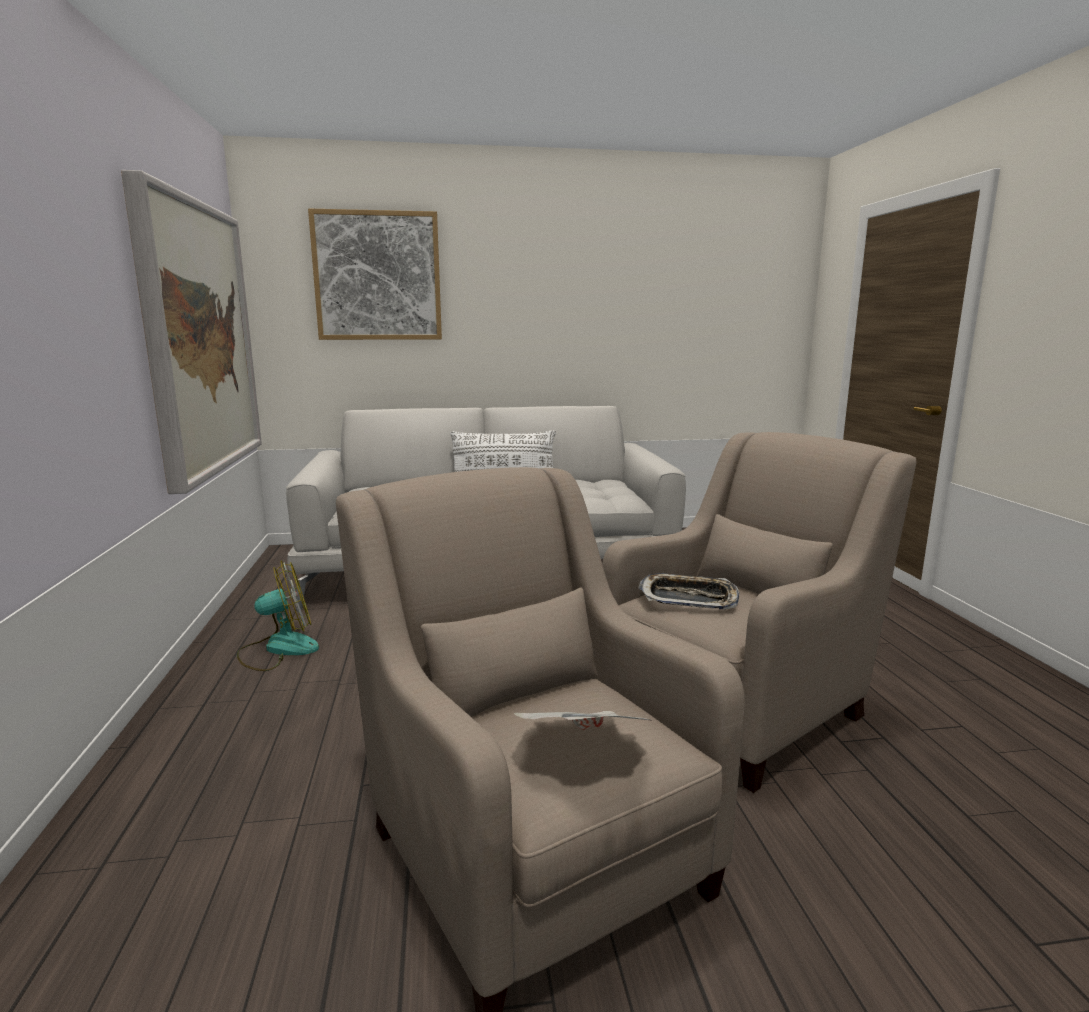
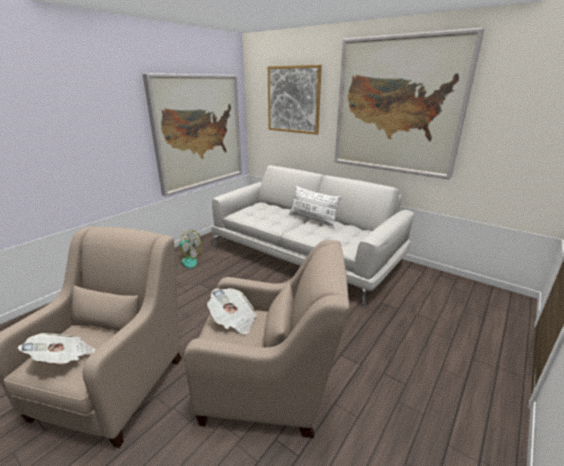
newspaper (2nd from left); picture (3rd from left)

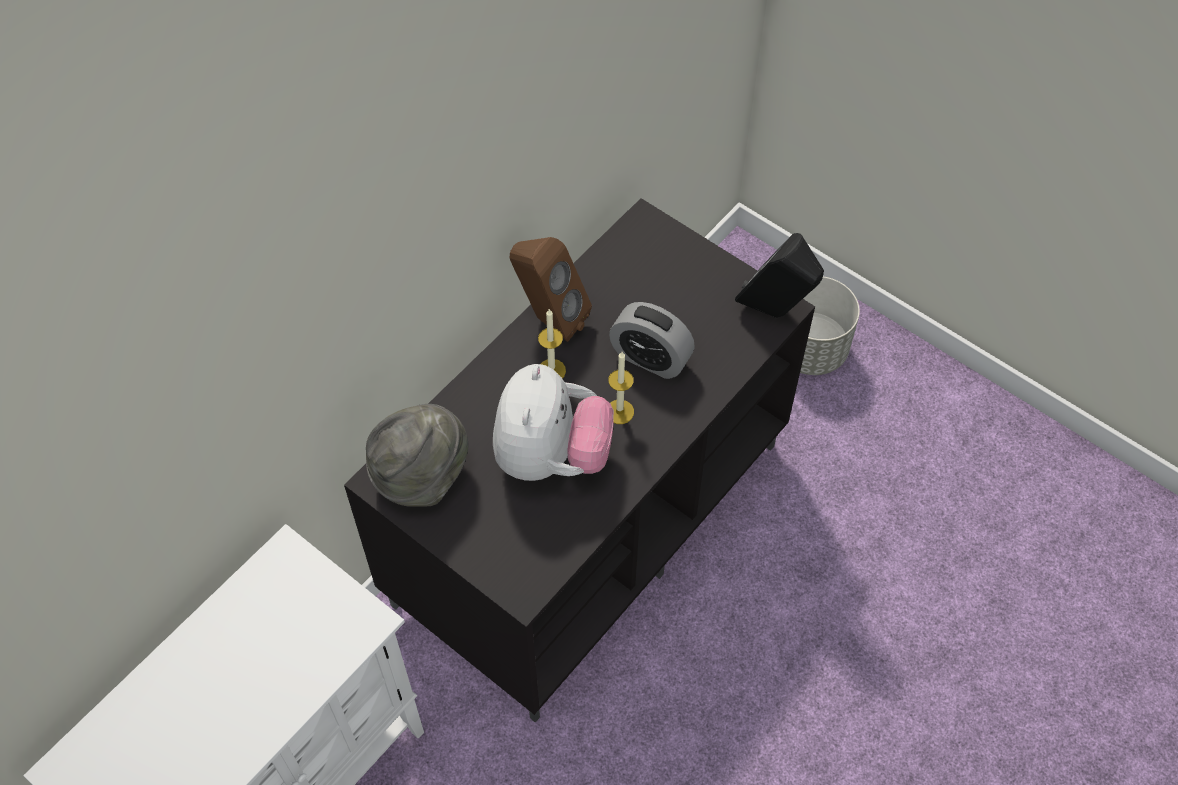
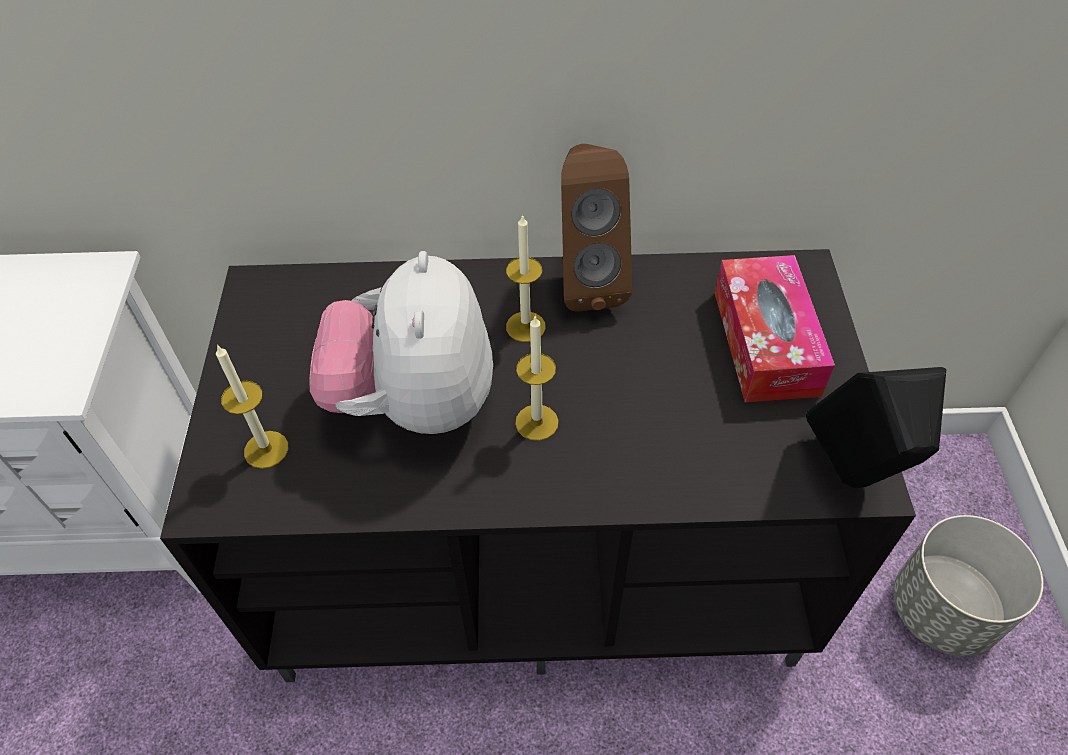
hat in grey; plush toy; alarm clock; candle (1st from left); tissue box

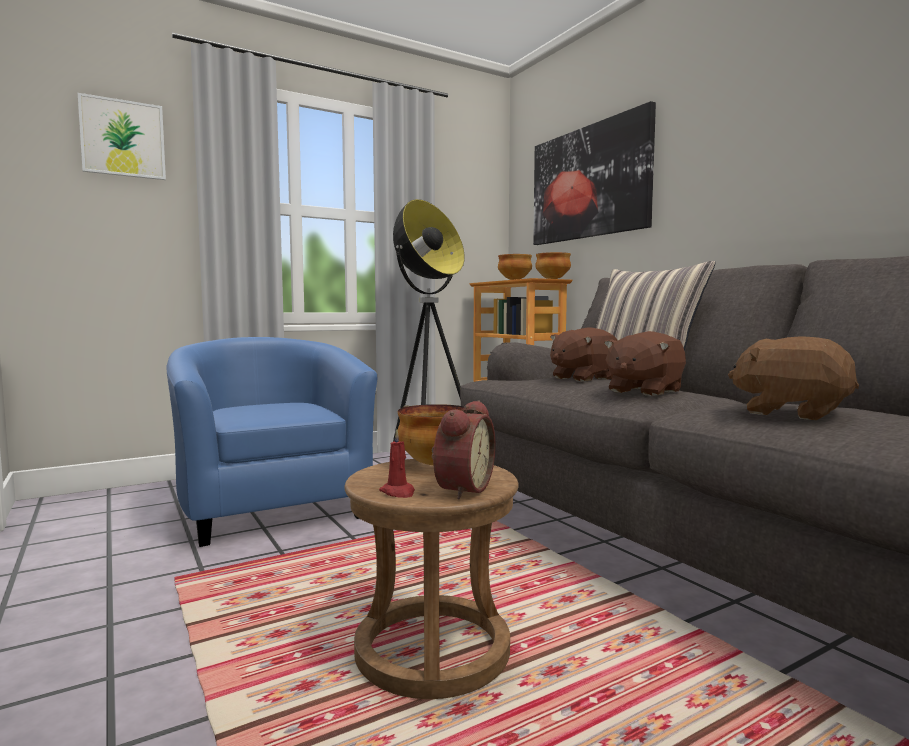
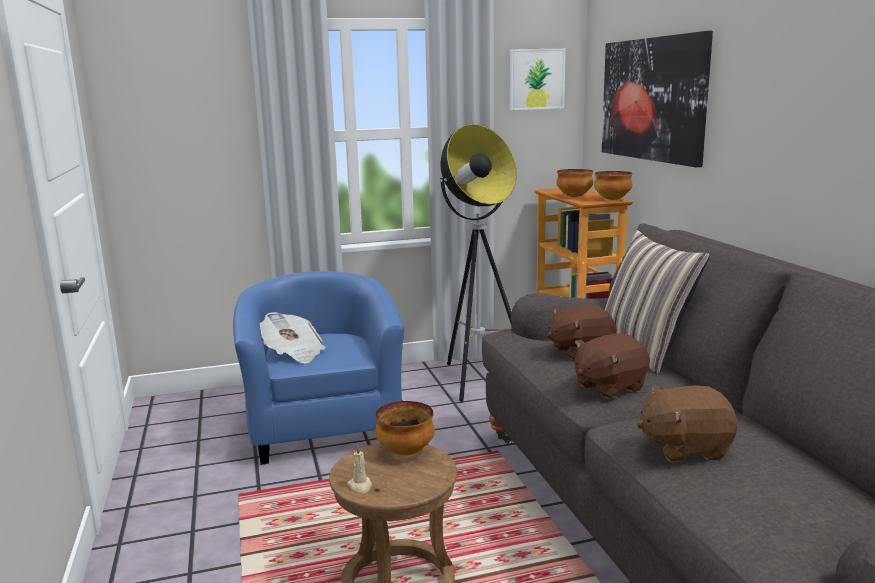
picture (1st from left); candle in beige; alarm clock; plush toy in brown (3rd from left); newspaper

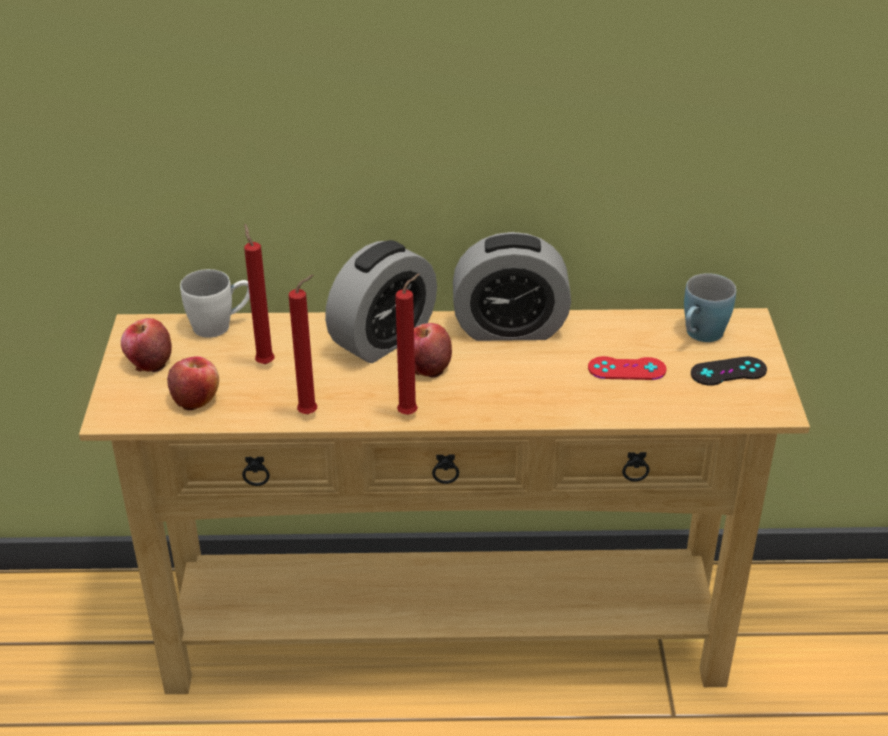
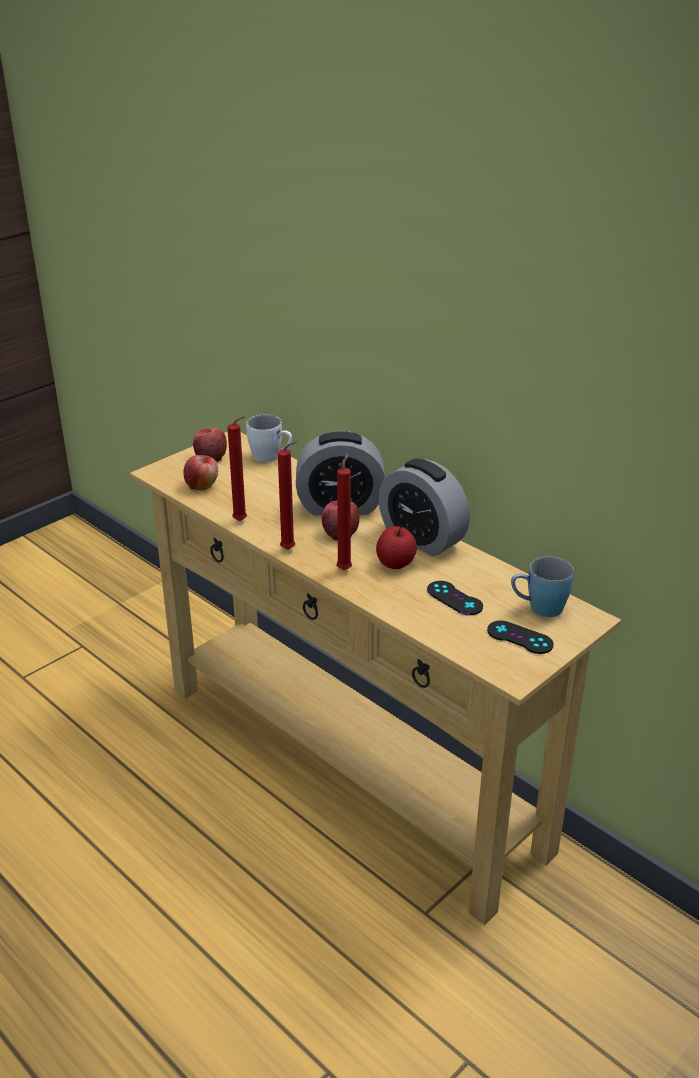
candle in red (3rd from left); game controller in black (1st from left); apple (4th from left)

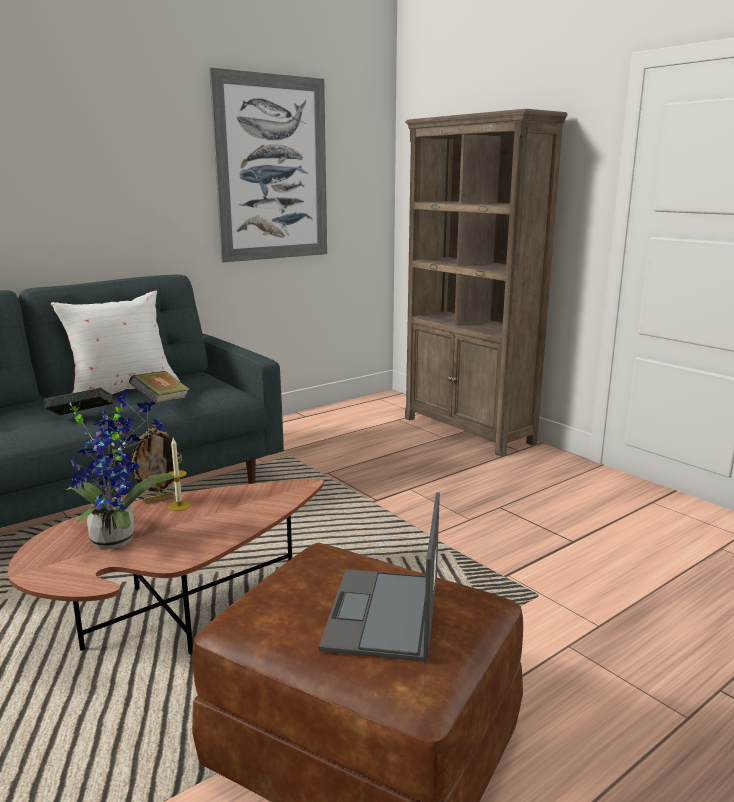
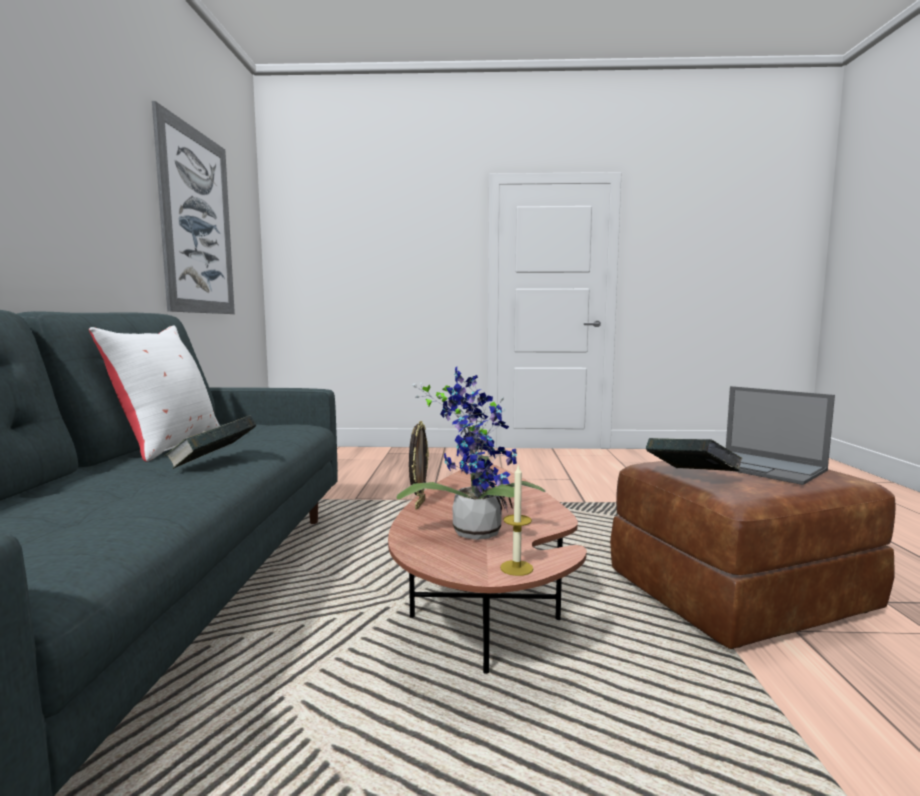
book (2nd from left); candle; bookcase in brown

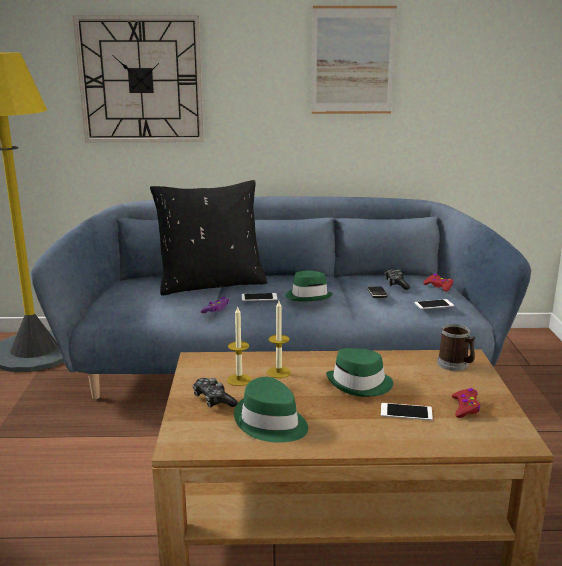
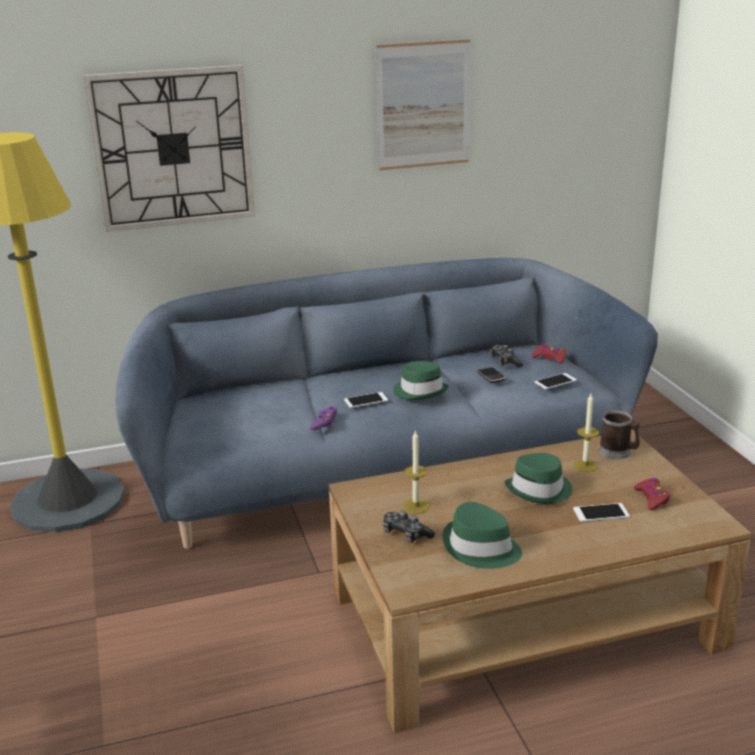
pillow in black; candle (2nd from left)

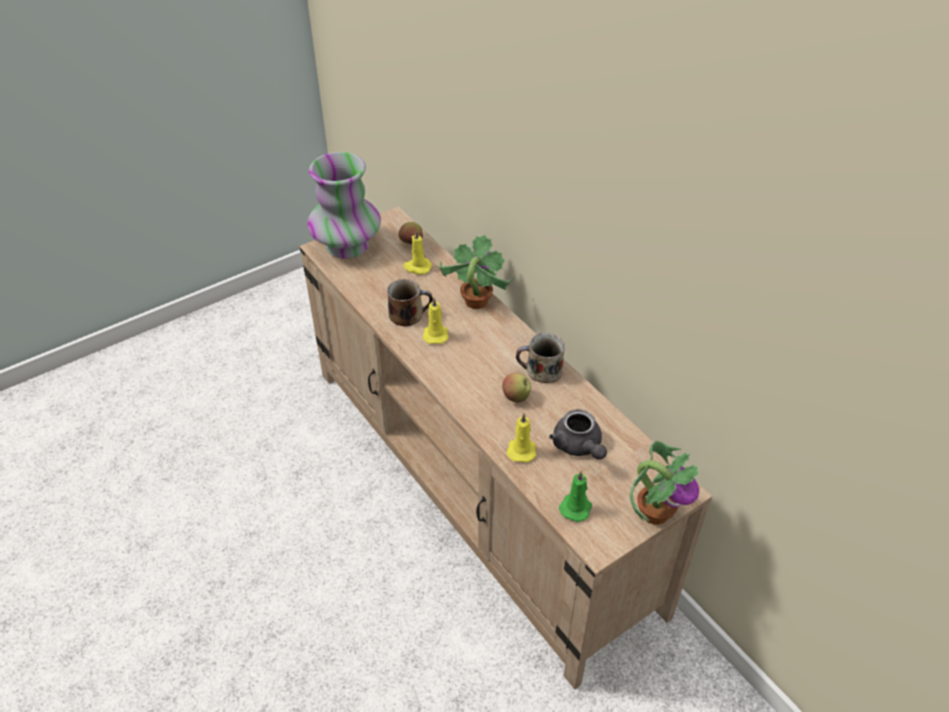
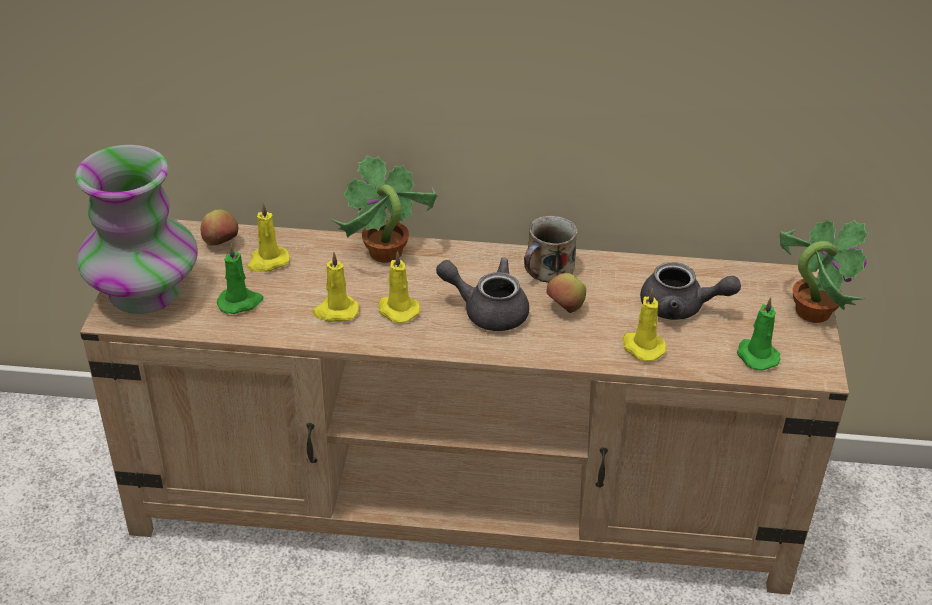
candle in yellow (2nd from left); candle in green (1st from left); teapot in grey (1st from left)

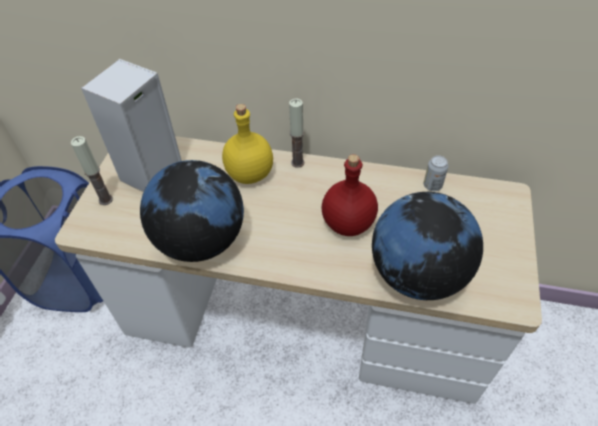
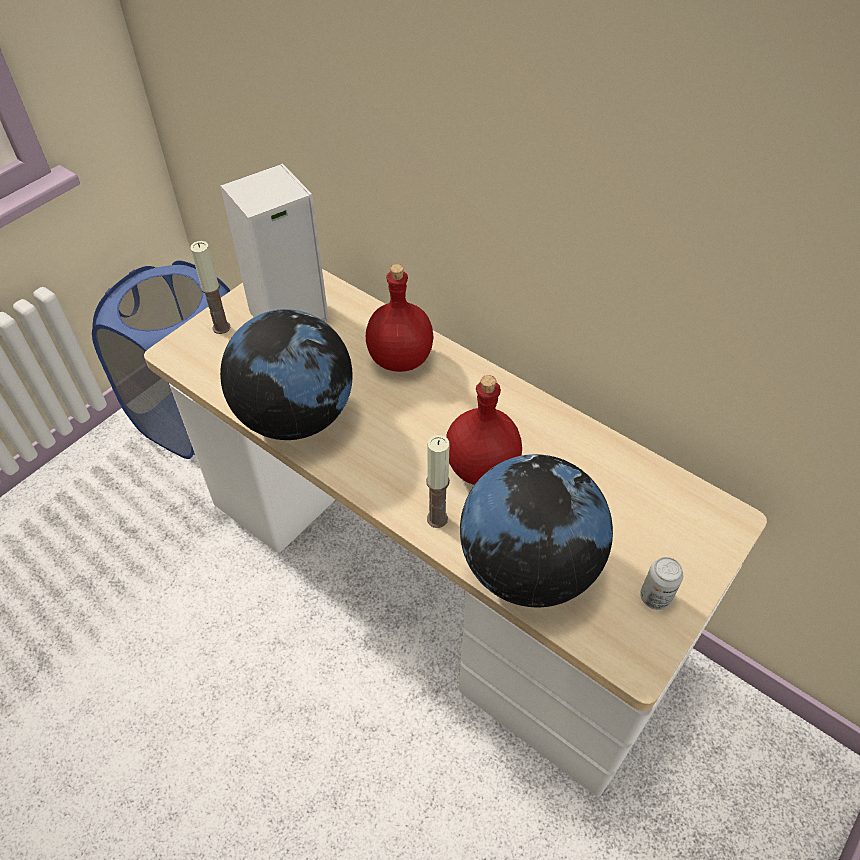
bottle in red (1st from left); candle (2nd from left); can

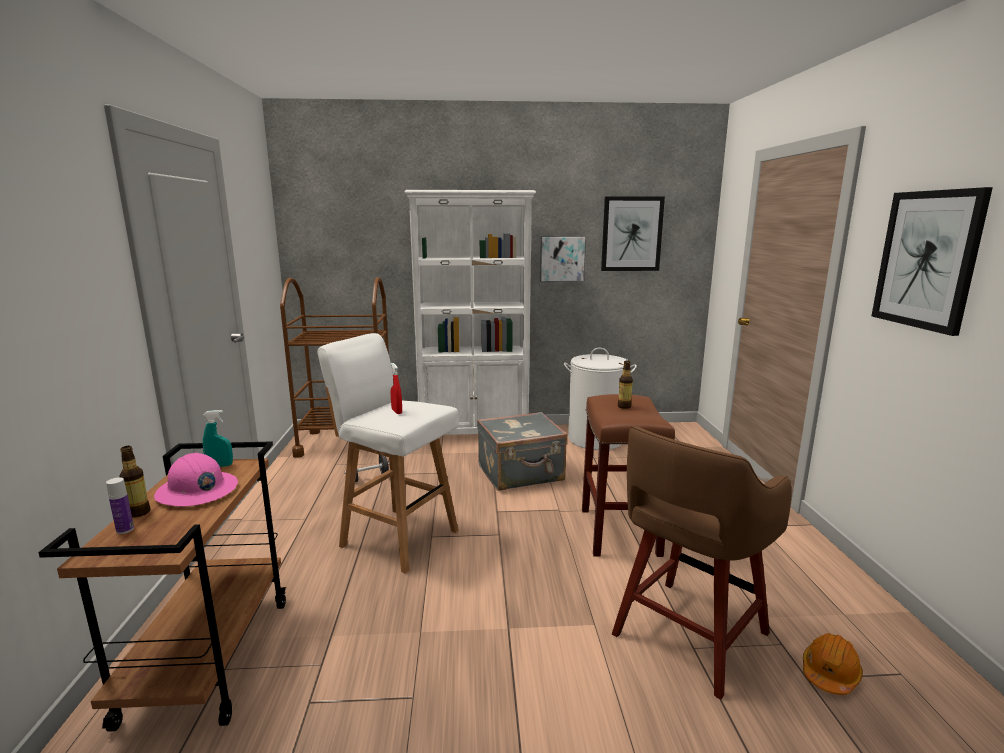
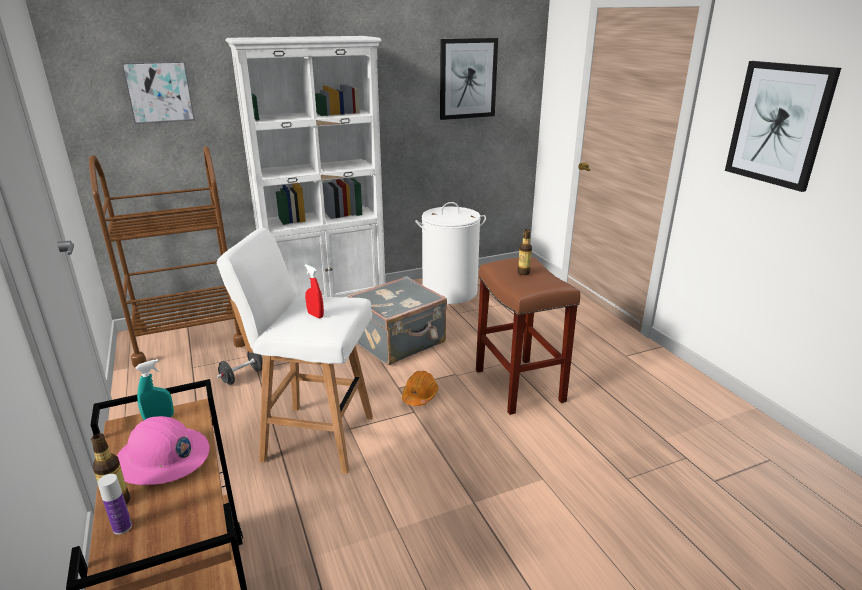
picture (1st from left); stool in brown (2nd from left in the first image); hard hat in orange

